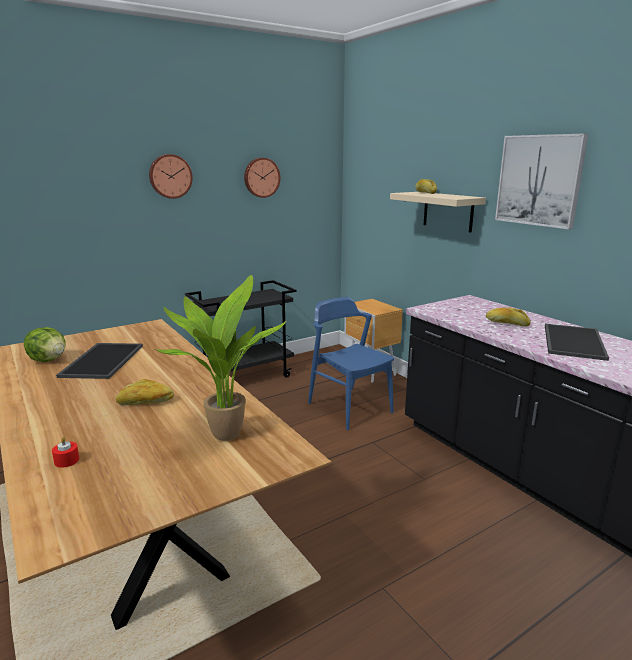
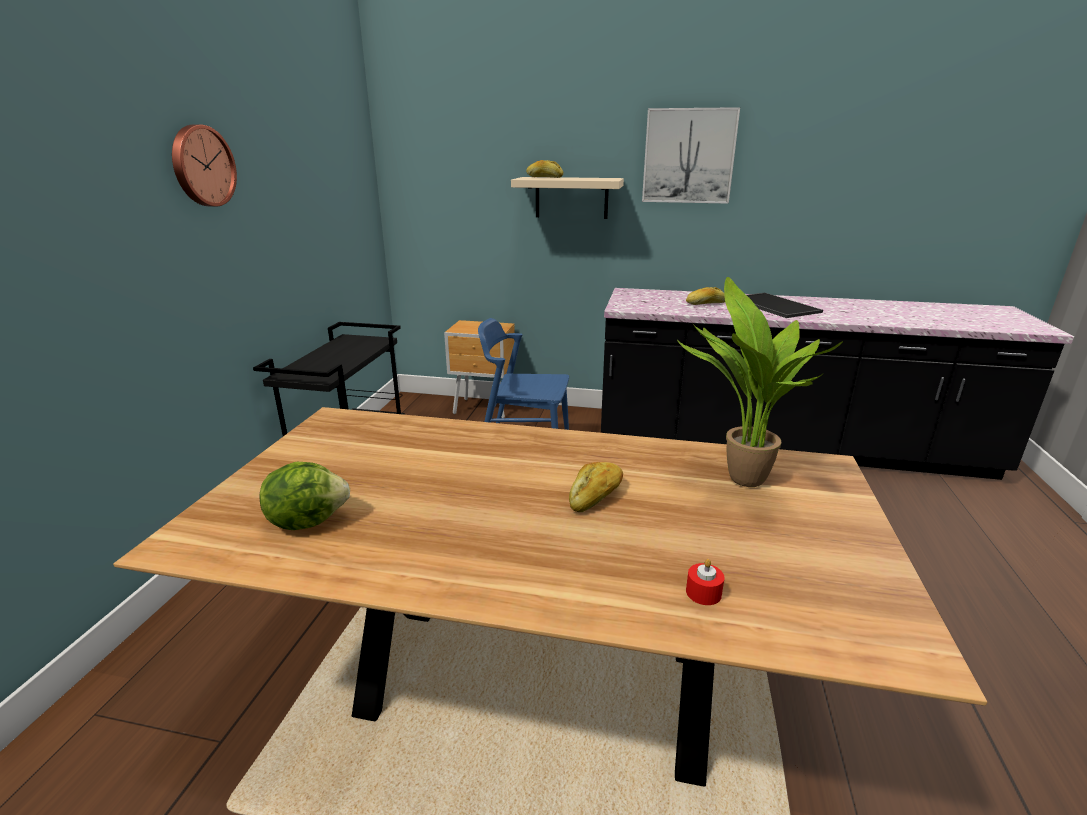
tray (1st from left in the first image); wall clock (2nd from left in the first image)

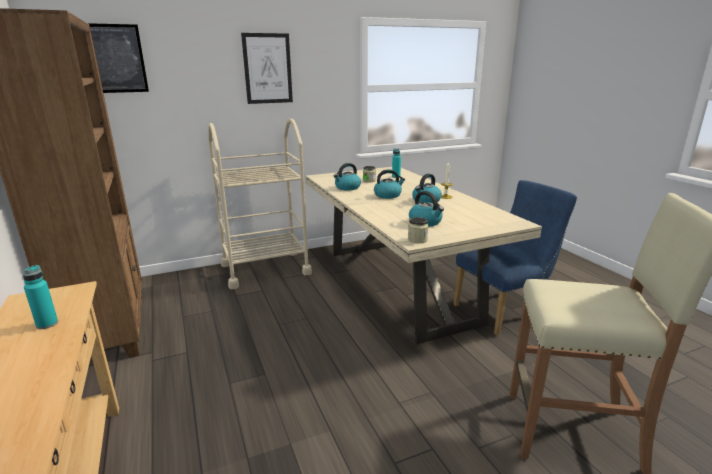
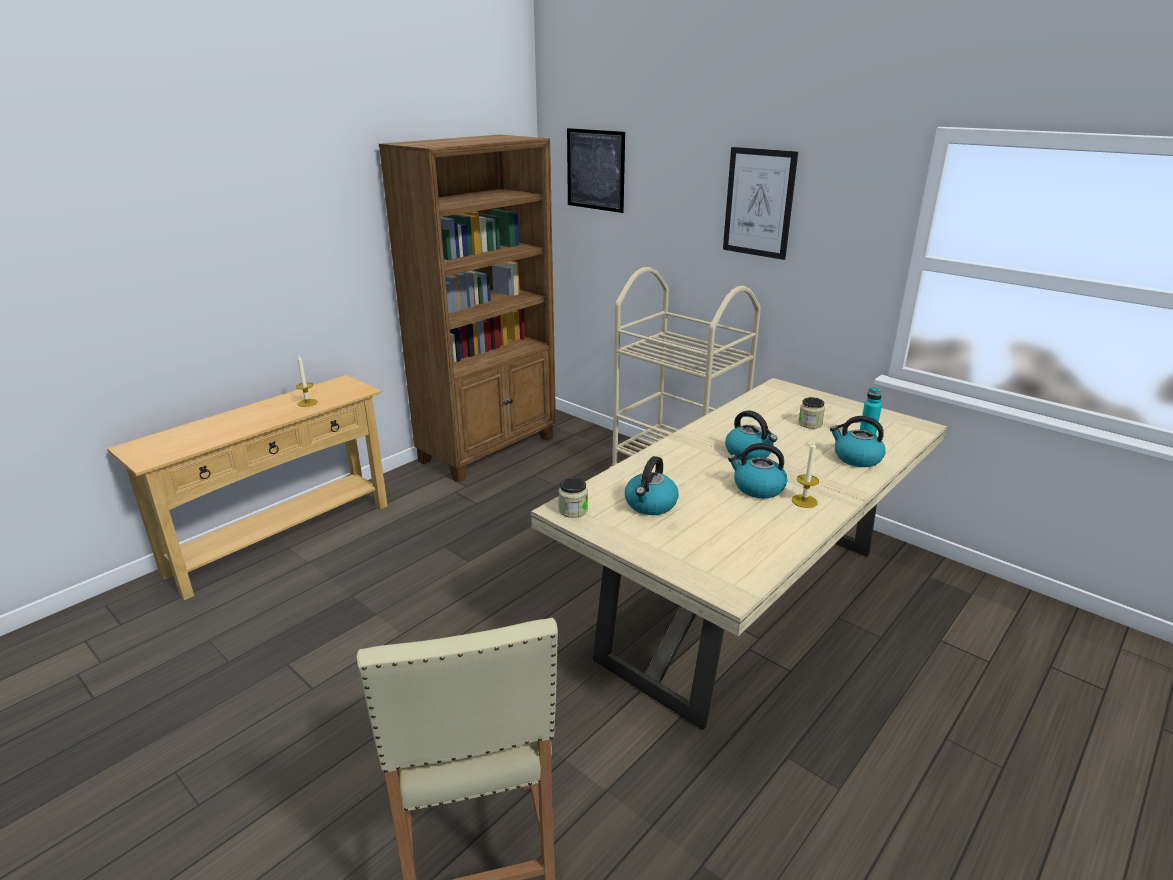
candle (1st from left); kettle (4th from left); chair in blue

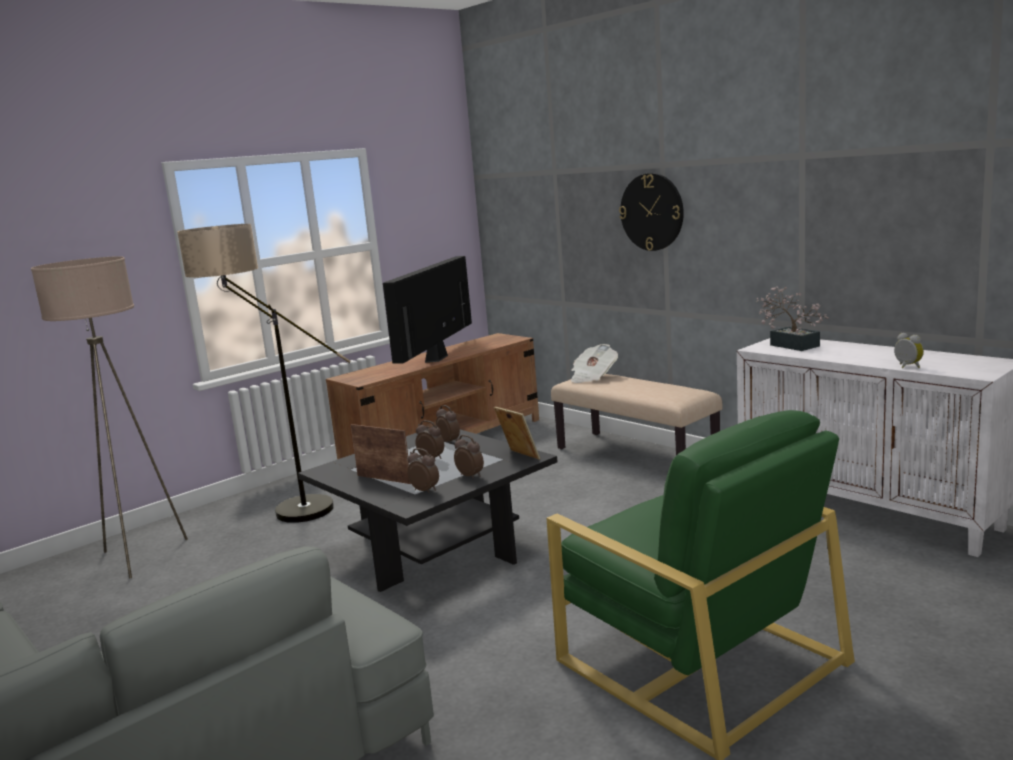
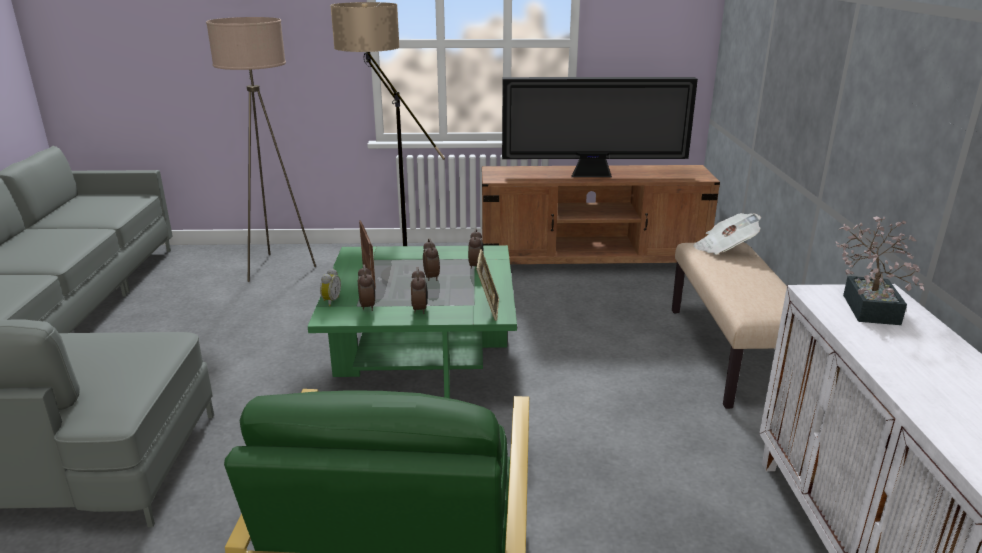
coffee table in green; television; wall clock; alarm clock (1st from left)

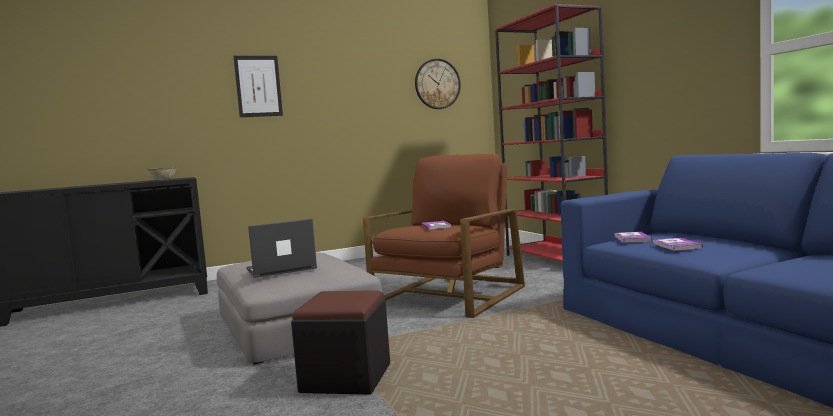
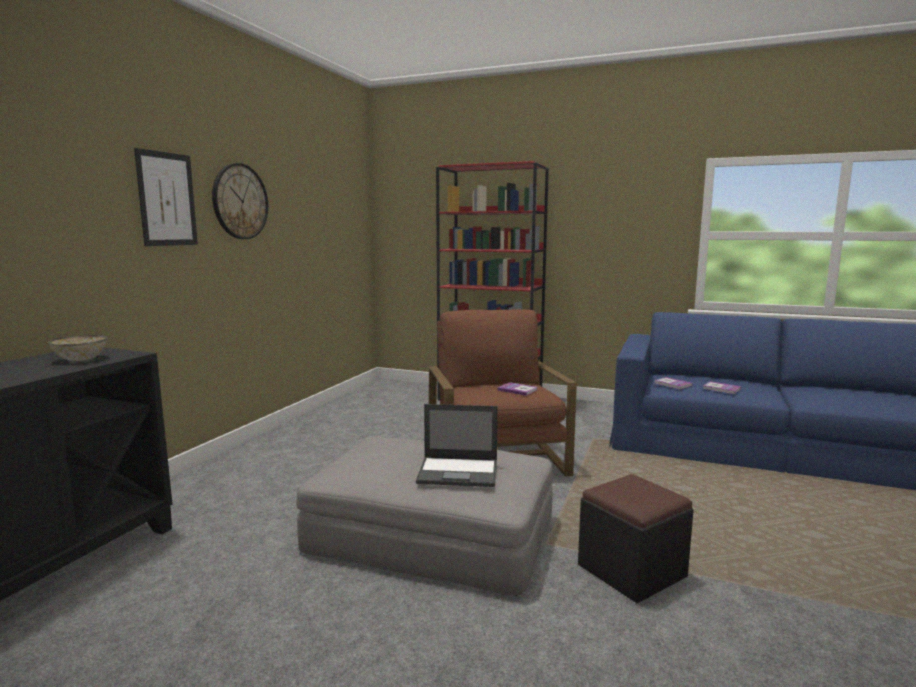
laptop; wall clock

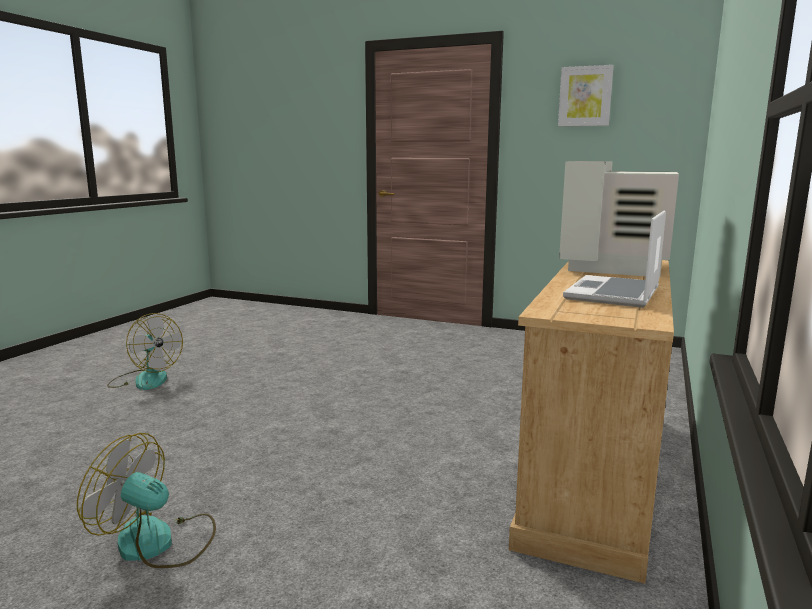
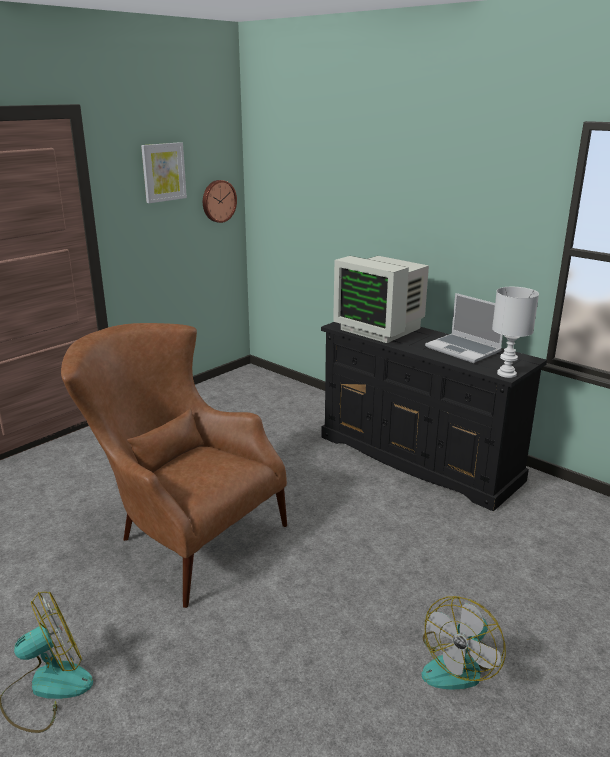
dresser in black; armchair in brown; wall clock; table lamp in white

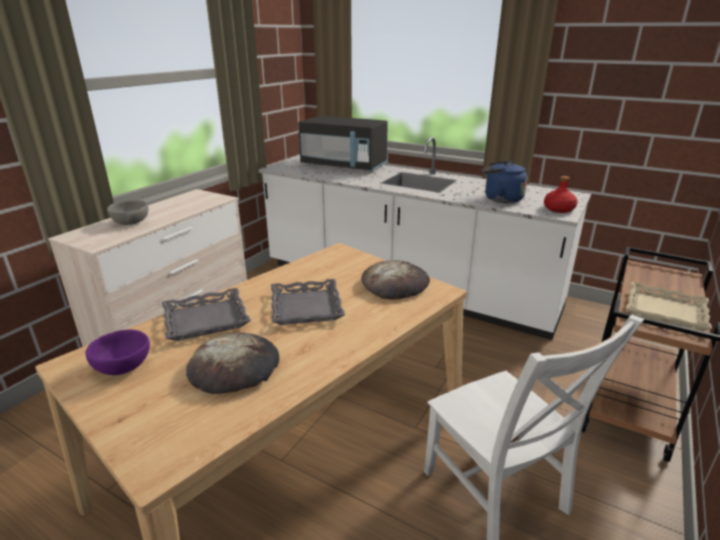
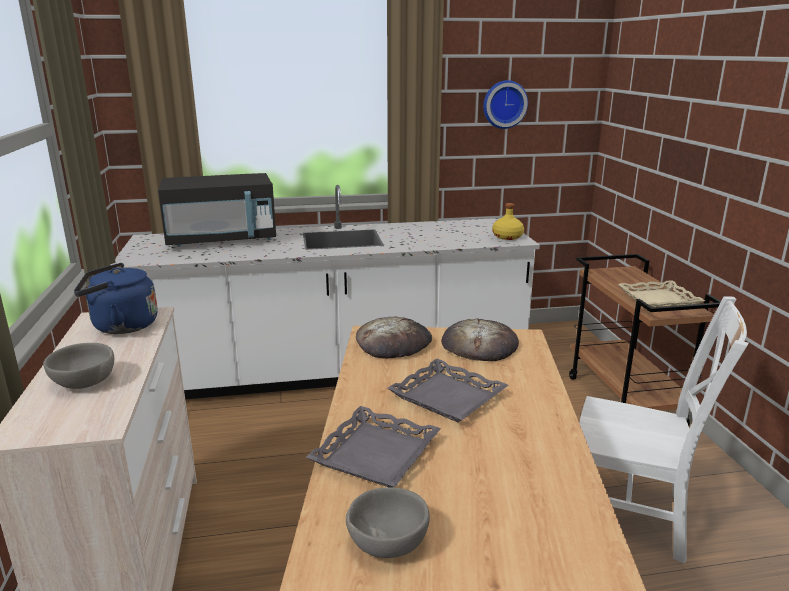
bowl in grey (2nd from left); bread (1st from left); kettle in blue; bottle in yellow; wall clock

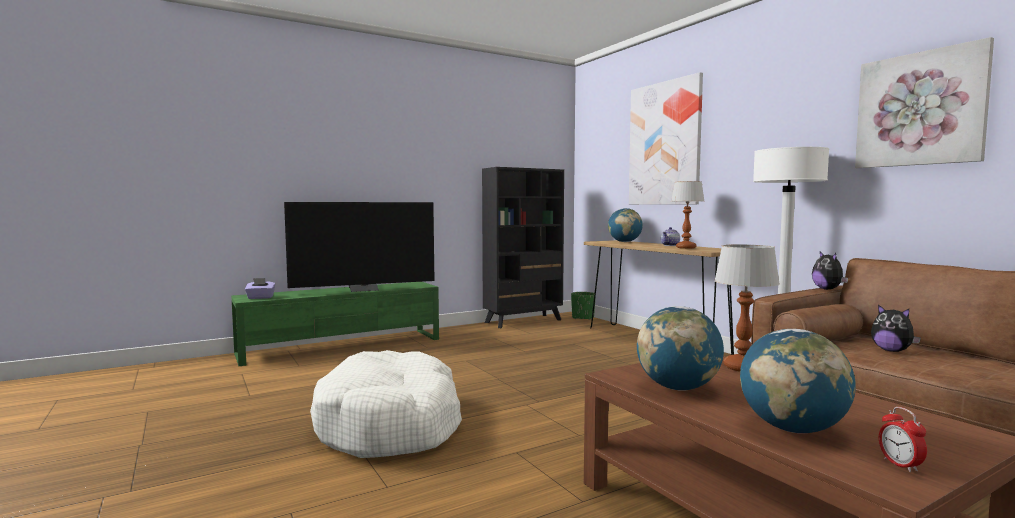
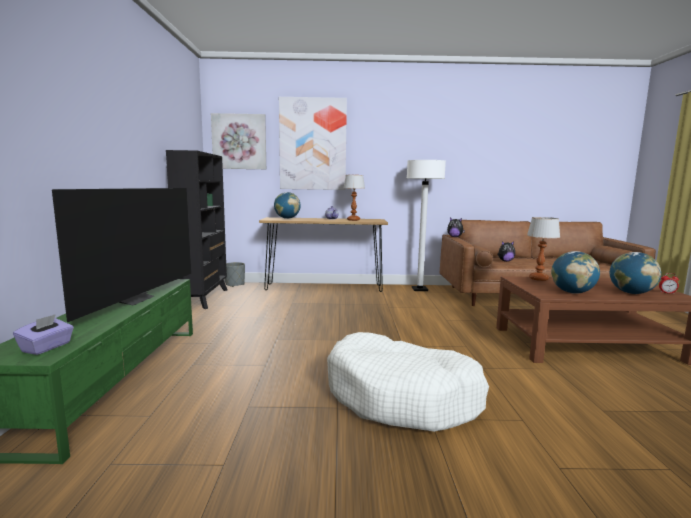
planter in grey; picture (1st from left)

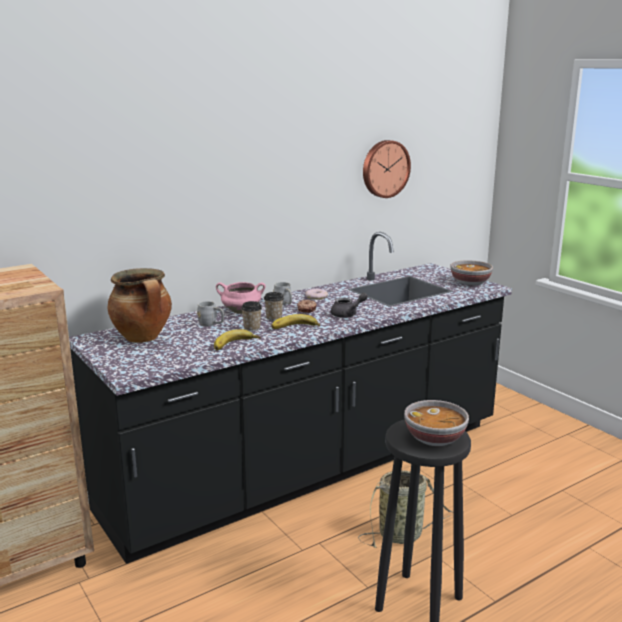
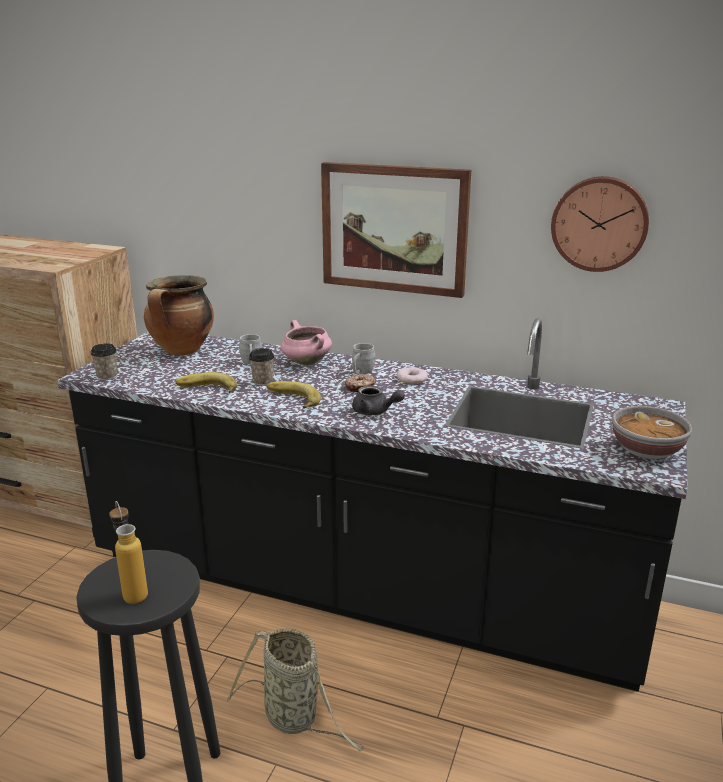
cup (1st from left); bottle; picture

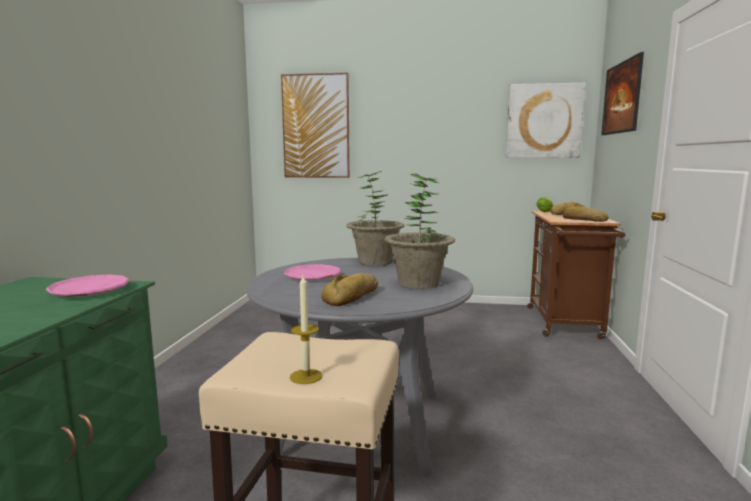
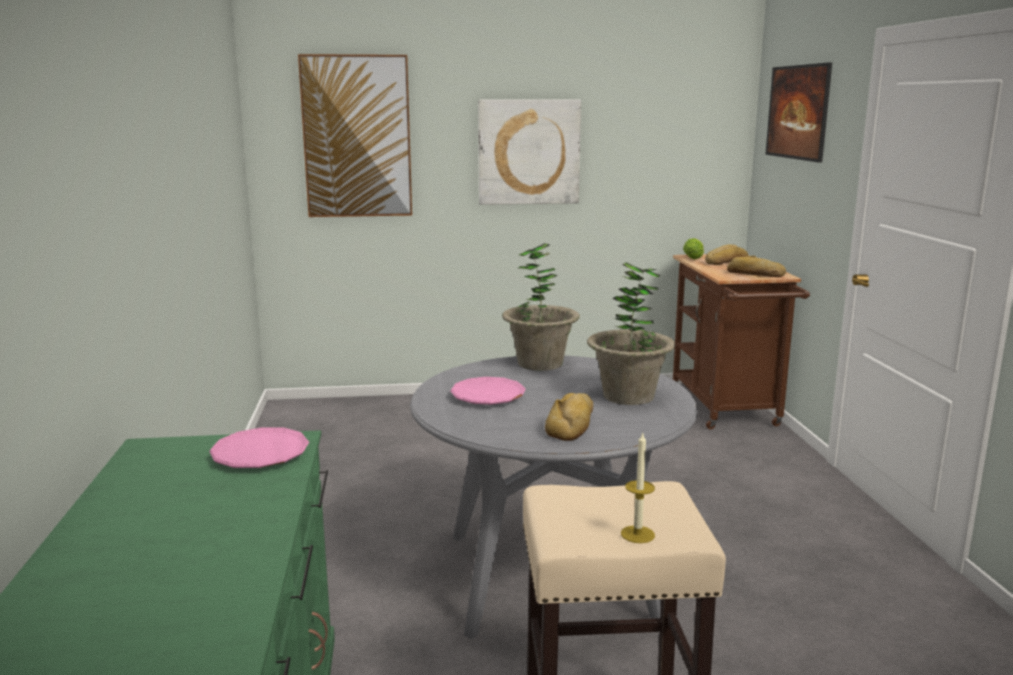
picture (2nd from left)

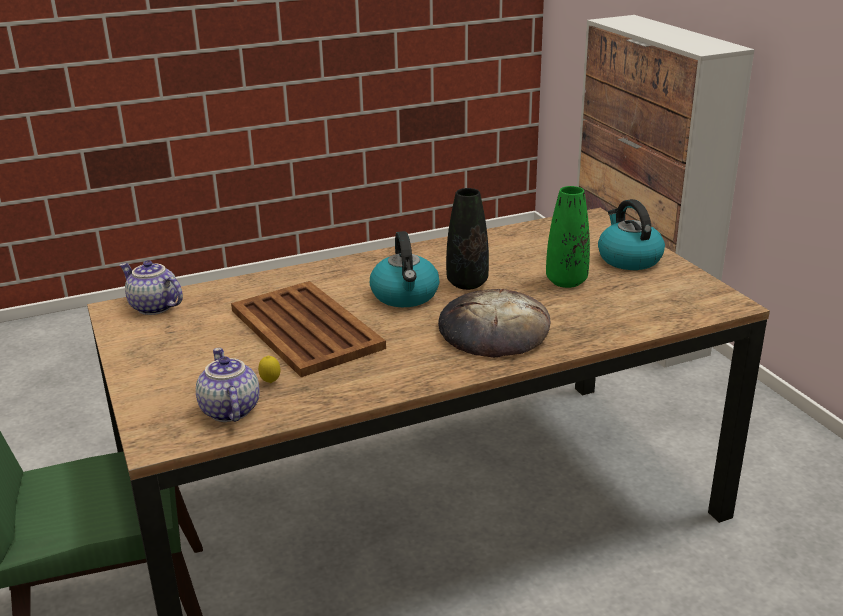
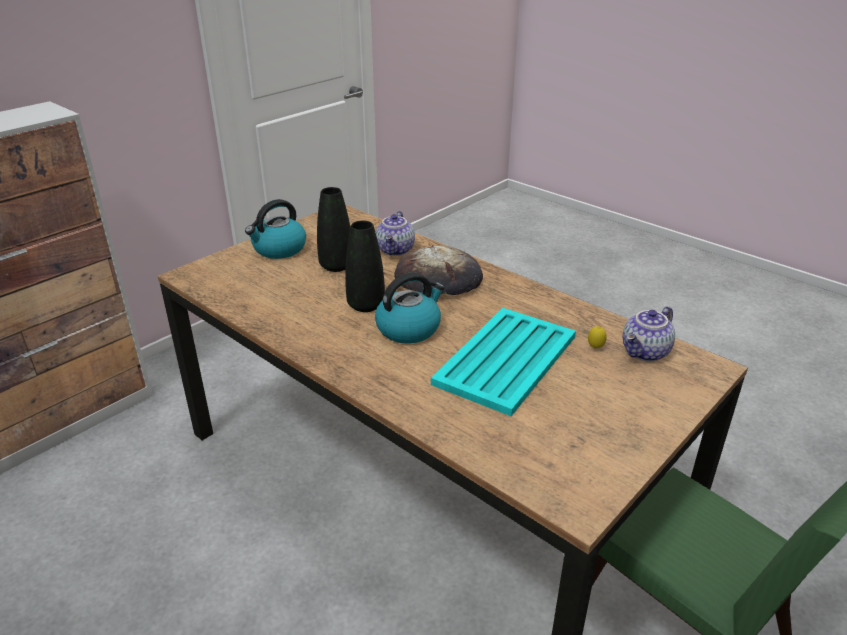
teapot (1st from left); tray in turquoise; vase in black (1st from left)

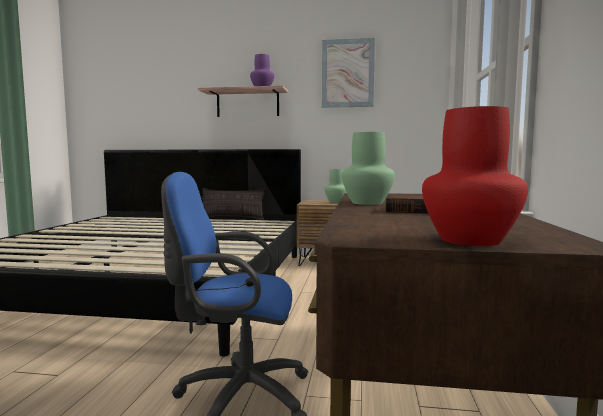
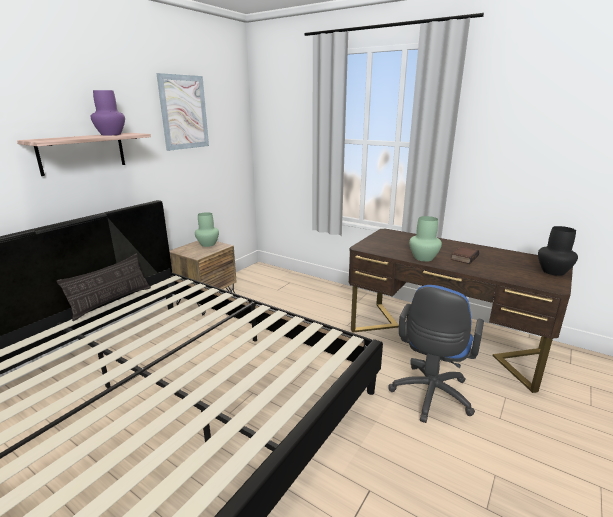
vase in black

